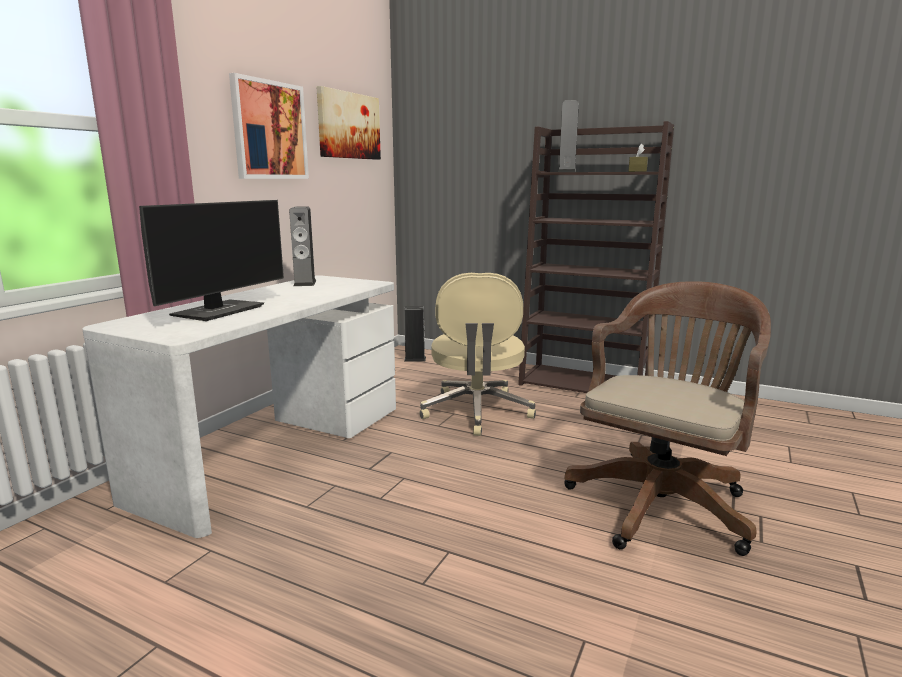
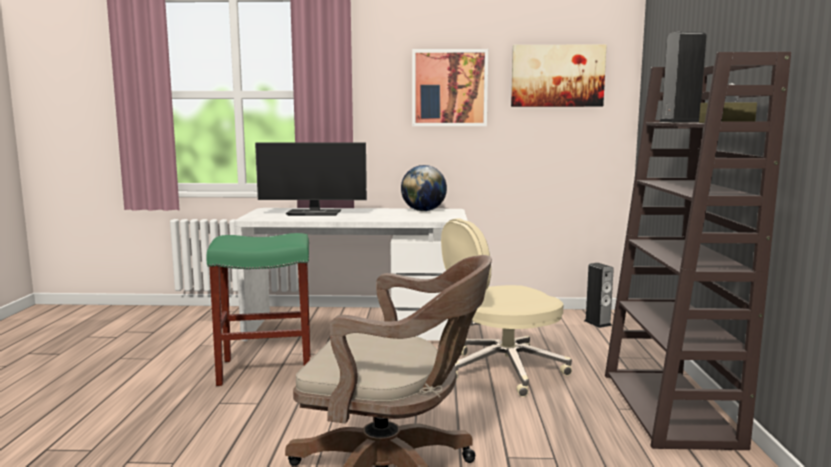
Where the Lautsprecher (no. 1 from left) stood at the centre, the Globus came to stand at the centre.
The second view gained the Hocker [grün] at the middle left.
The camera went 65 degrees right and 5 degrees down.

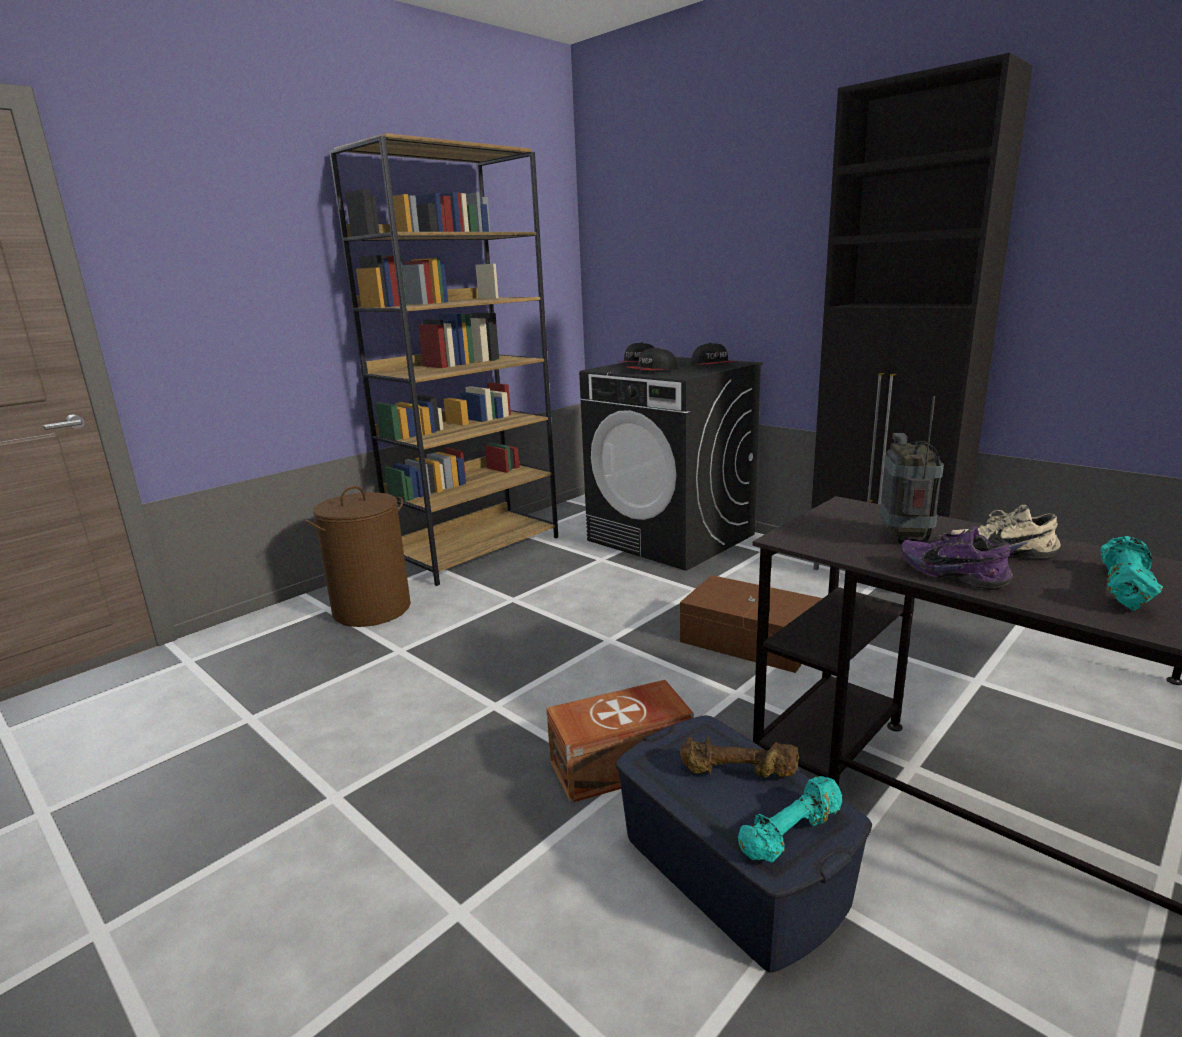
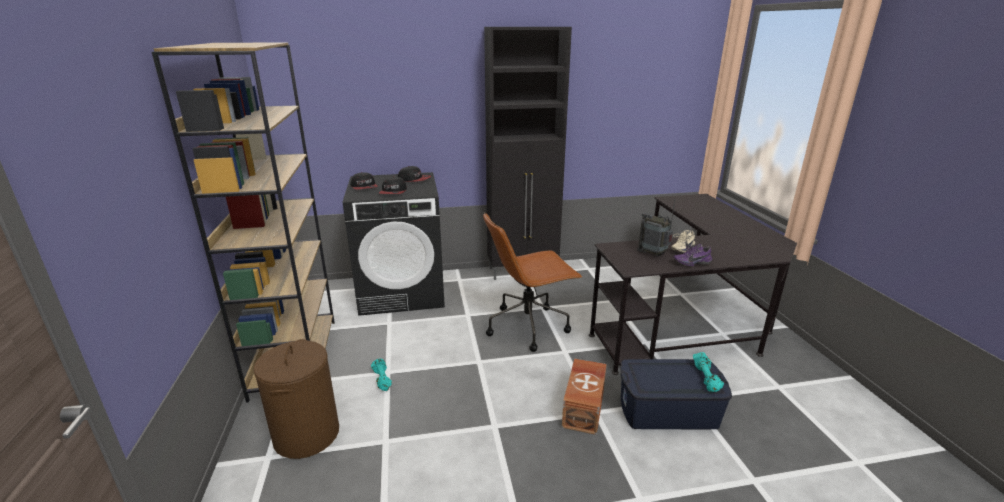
The Hantel [türkis] (no. 2 from left in the first image) ended up elsewhere, having gone from the middle right to the bottom centre.
Where the Aufbewahrungsbox [braun] (no. 2 from left) stood at the centre, the Bürostuhl [braun] came to stand at the centre.
The second view lost the Hantel [braun] at the bottom centre.
The camera went 55 degrees left and 5 degrees up.

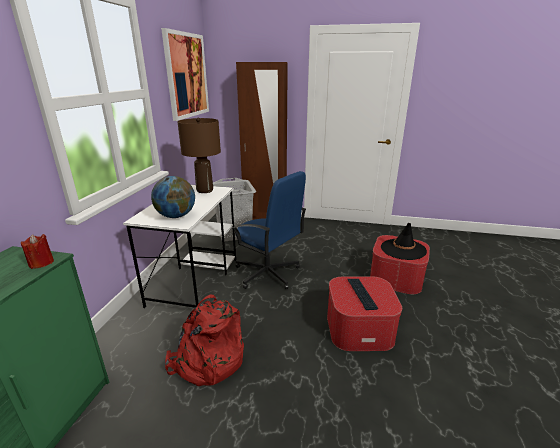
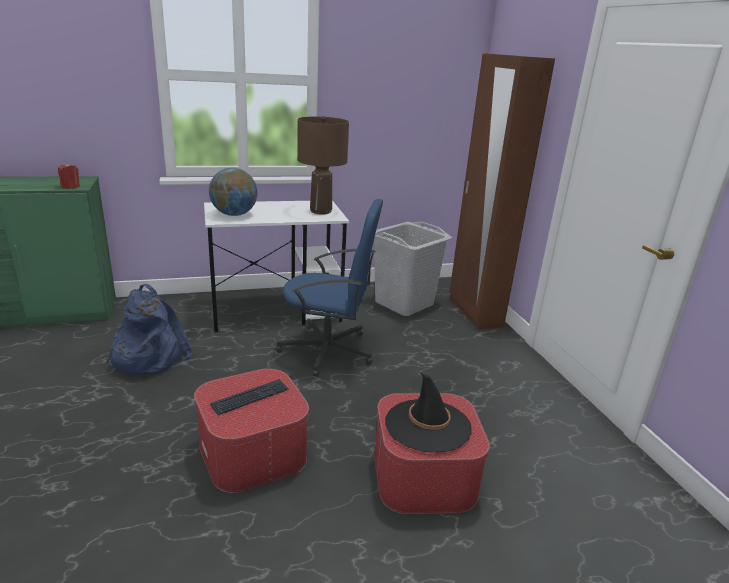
The second view lost the Bild at the top left.
The Bürostuhl [blau] at the centre ended up facing another way, 90 degrees counterclockwise from before.
What was the Rucksack [rot] at the bottom centre turned into the Rucksack [blau] at the middle left.
The camera went 60 degrees right and 0 degrees up.

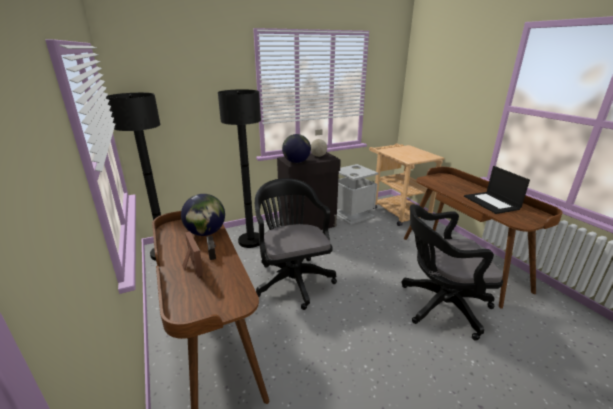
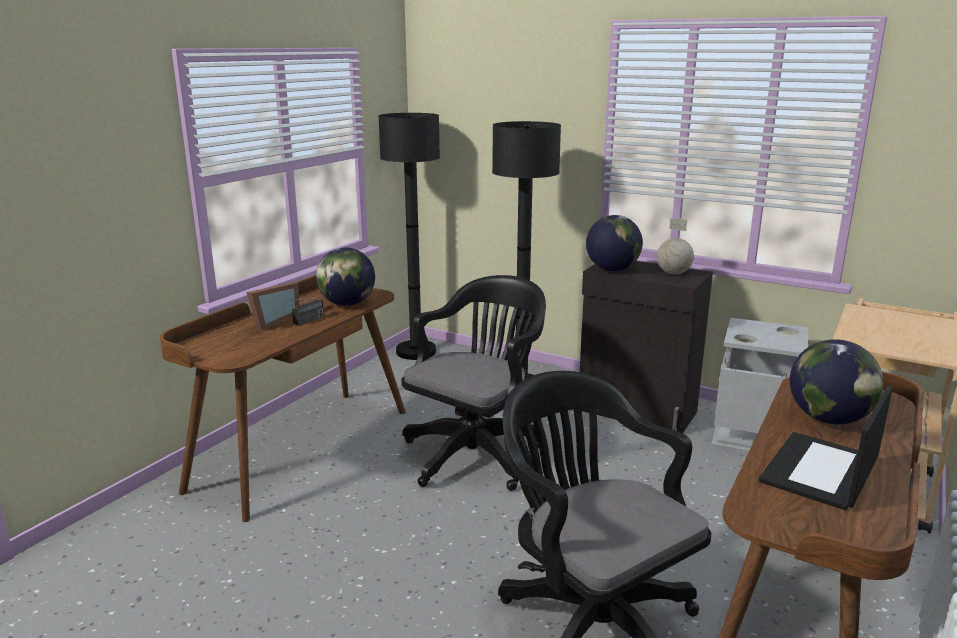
The second view gained the Globus (no. 4 from left) at the middle right.
The camera went 55 degrees right and 5 degrees down.

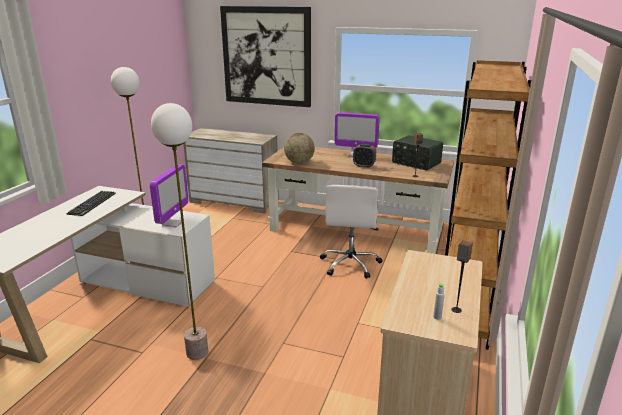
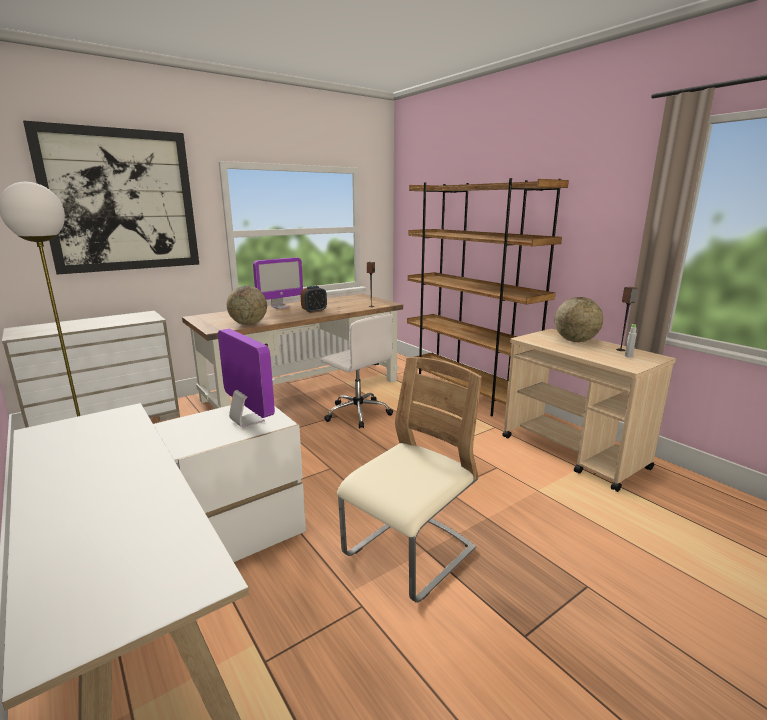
Where the Stehlampe (no. 2 from left) stood at the middle left, the Stuhl [beige] came to stand at the bottom centre.
The second view lost the Radio at the middle right.
The second view lost the Tastatur at the middle left.
The second view gained the Globus (no. 2 from left) at the middle right.
The camera went 55 degrees left and 5 degrees down.

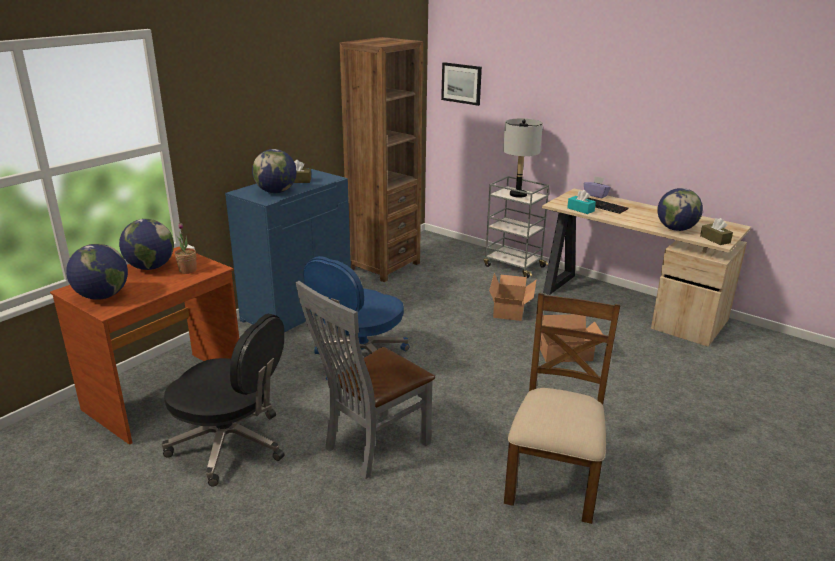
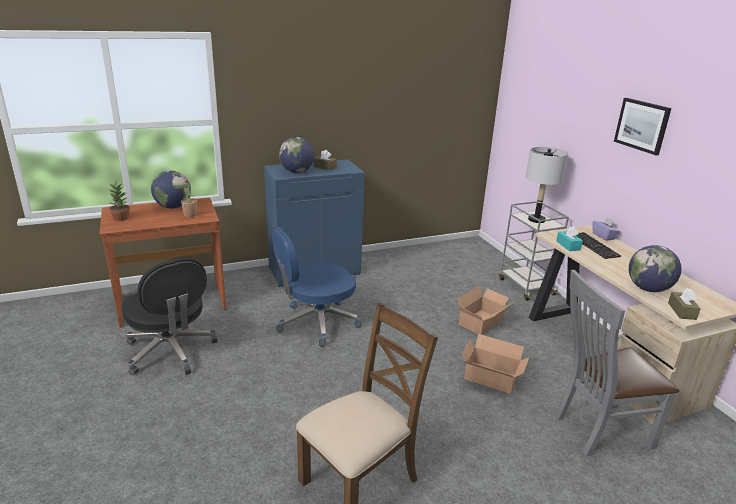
The second view lost the Bücherregal [braun] at the top centre.
The Bild ended up elsewhere, having gone from the top centre to the top right.
Where the Globus (no. 1 from left) stood at the middle left, the Topfpflanze (no. 1 from left) came to stand at the middle left.
The Stuhl [grau] ended up elsewhere, having gone from the bottom centre to the bottom right.
The camera went 30 degrees right and 0 degrees up.

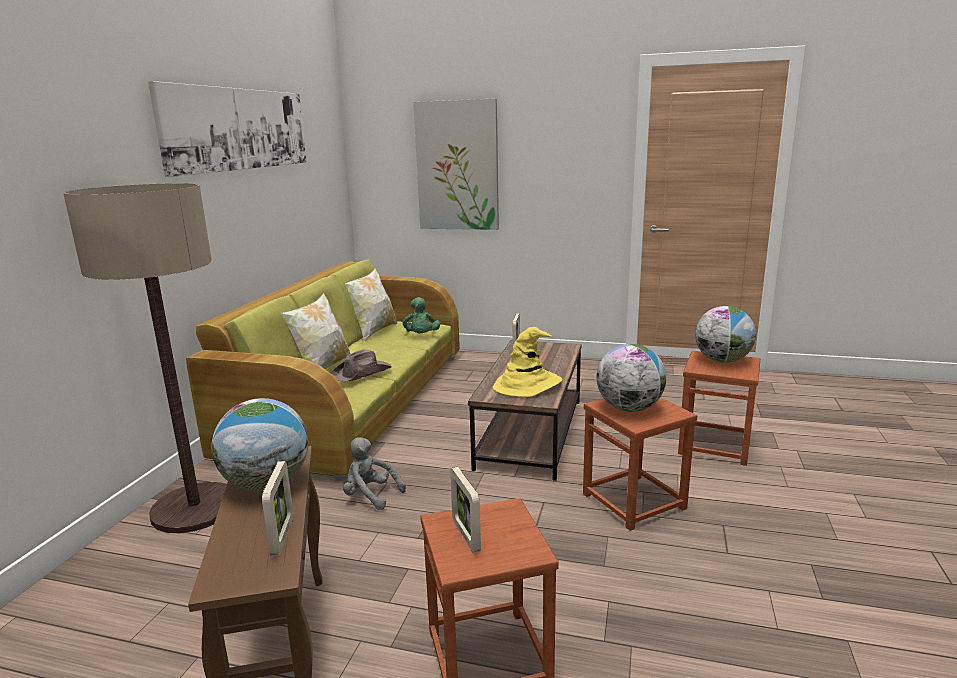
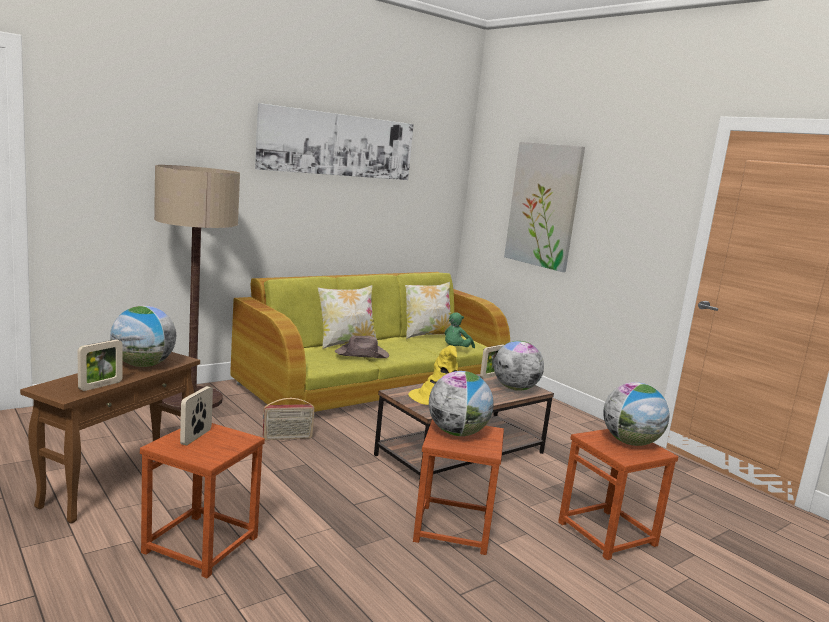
Where the Plüschtier [grau] stood at the bottom centre, the Radio came to stand at the bottom centre.
The second view gained the Globus (no. 3 from left) at the centre.
The camera went 35 degrees right and 5 degrees down.

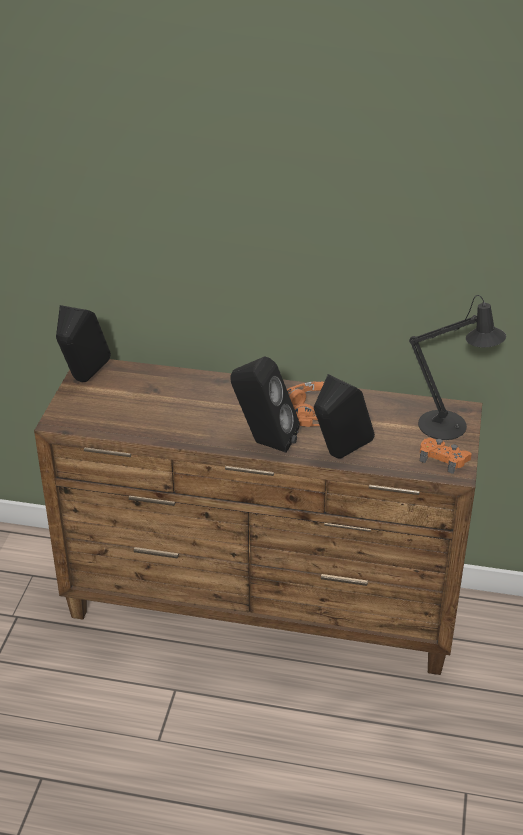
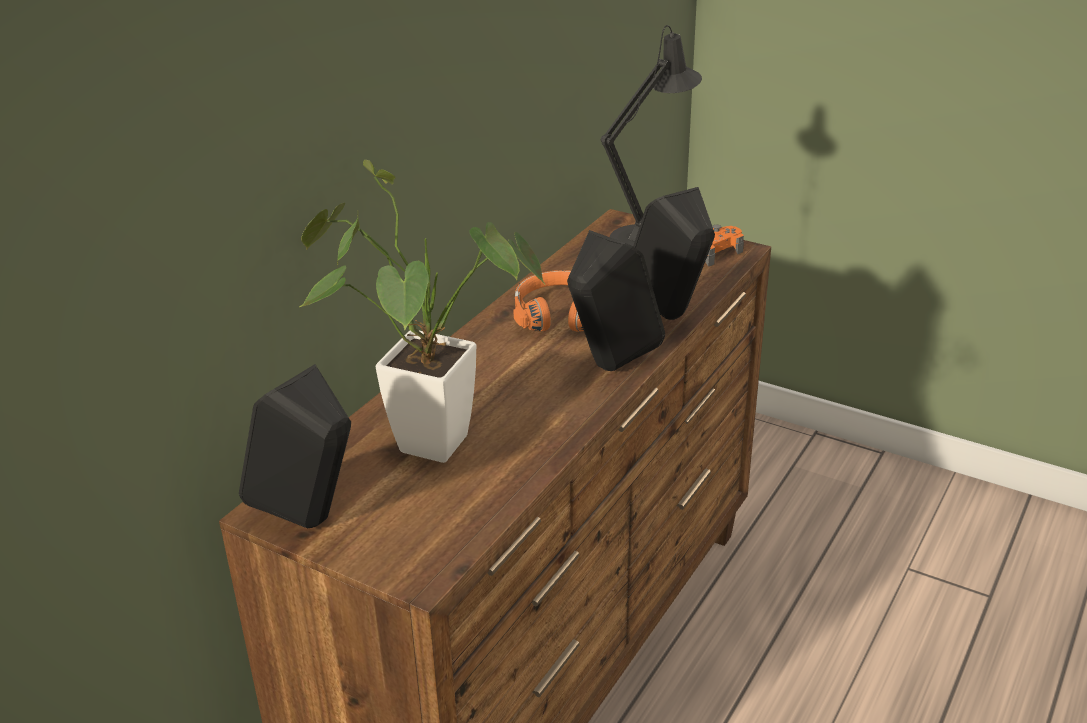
The second view gained the Topfpflanze at the centre.
The camera went 70 degrees left and 5 degrees down.

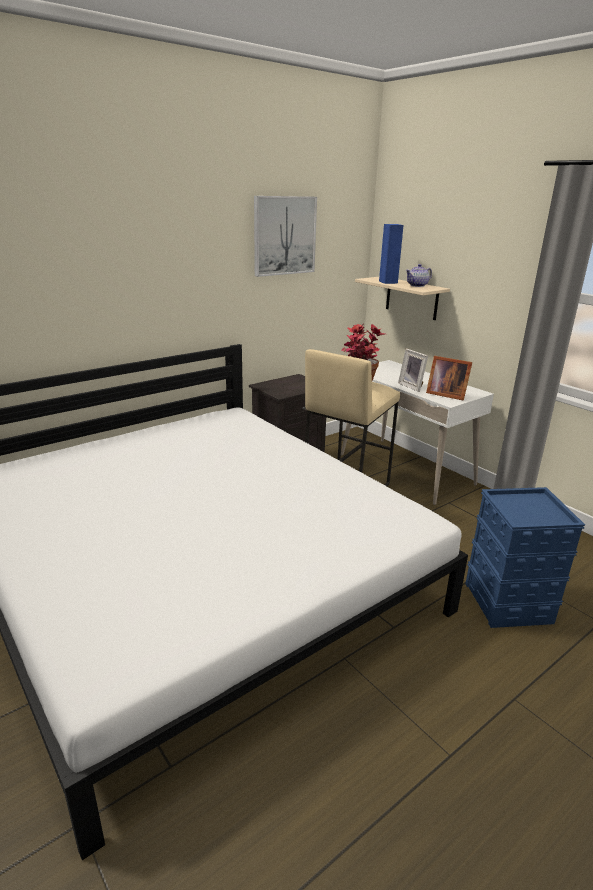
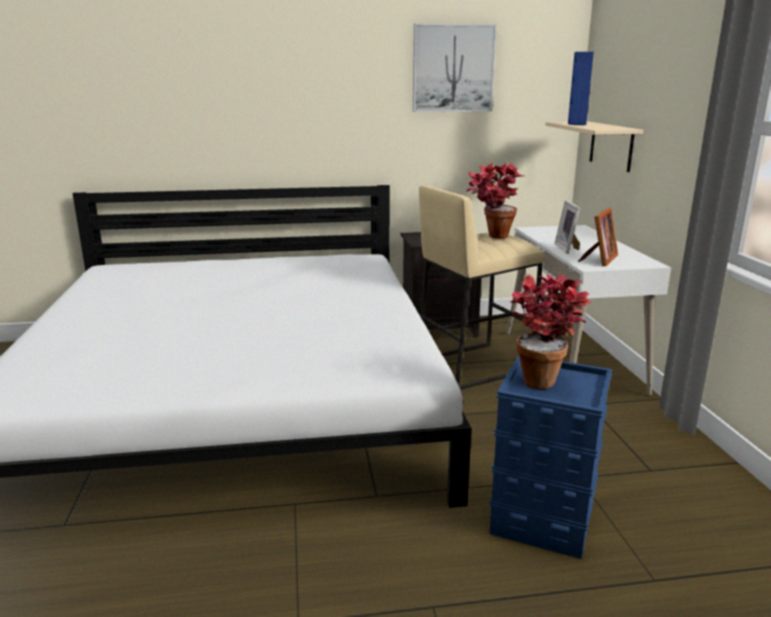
The second view lost the Teekanne at the top right.
The Bilderrahmen (no. 2 from left) at the middle right ended up facing another way, 120 degrees counterclockwise from before.
The second view gained the Topfpflanze (no. 2 from left) at the middle right.
The camera went 30 degrees right and 5 degrees down.

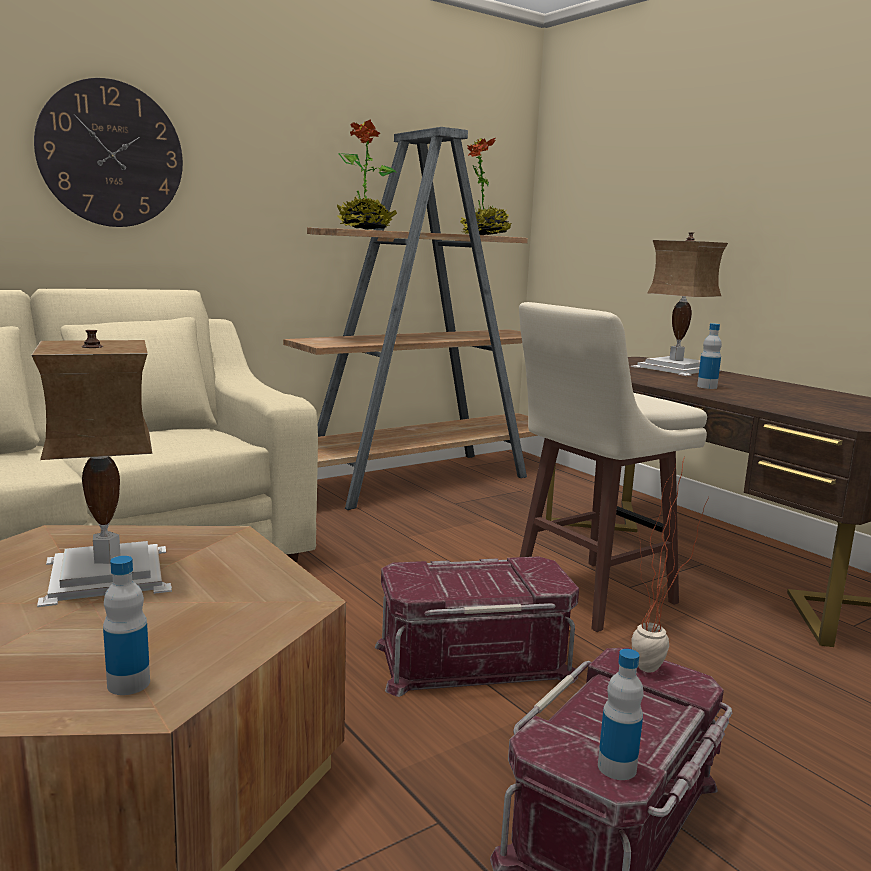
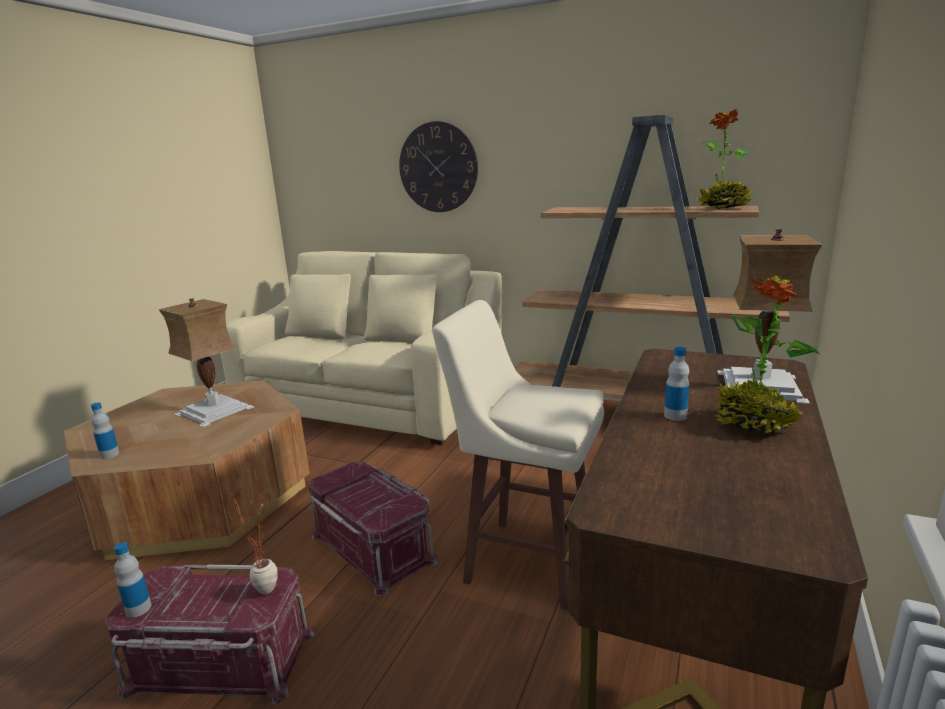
The Topfpflanze (no. 1 from left in the first image) ended up elsewhere, having gone from the top centre to the middle right.
The camera went 60 degrees right and 5 degrees up.

